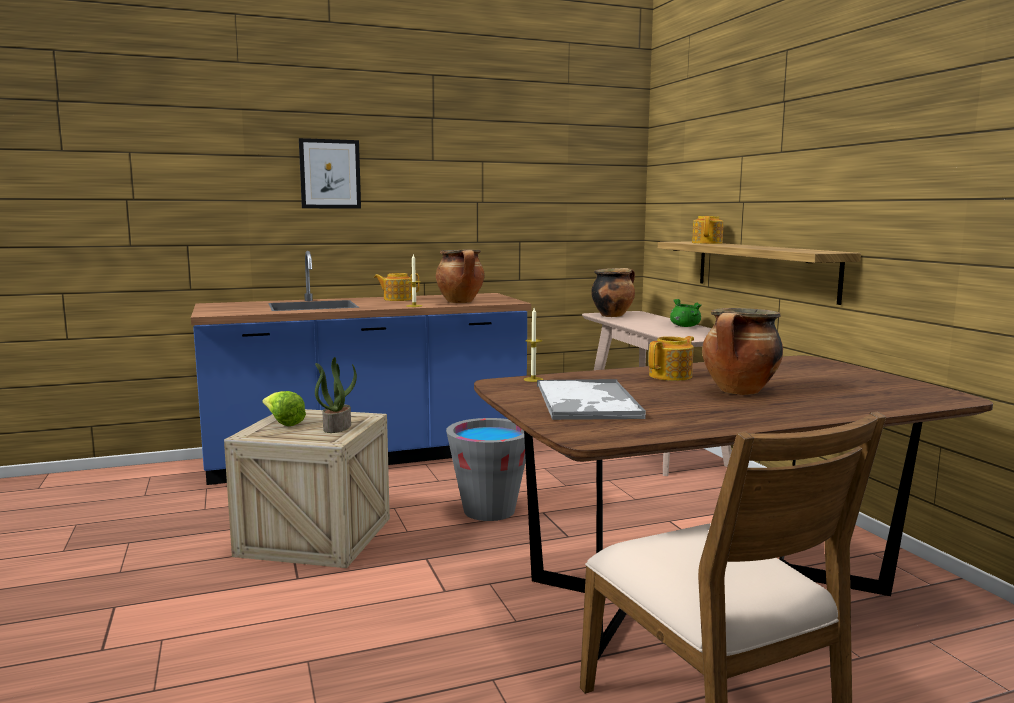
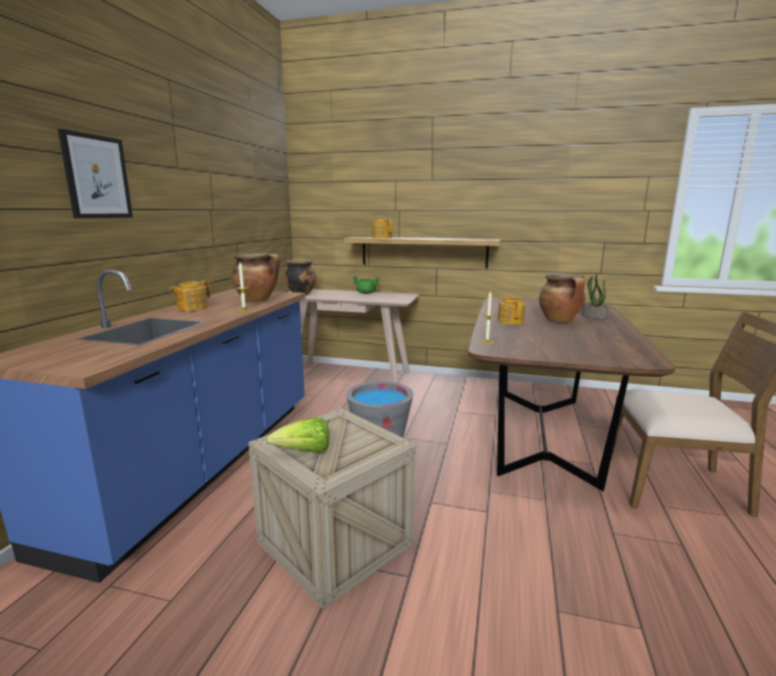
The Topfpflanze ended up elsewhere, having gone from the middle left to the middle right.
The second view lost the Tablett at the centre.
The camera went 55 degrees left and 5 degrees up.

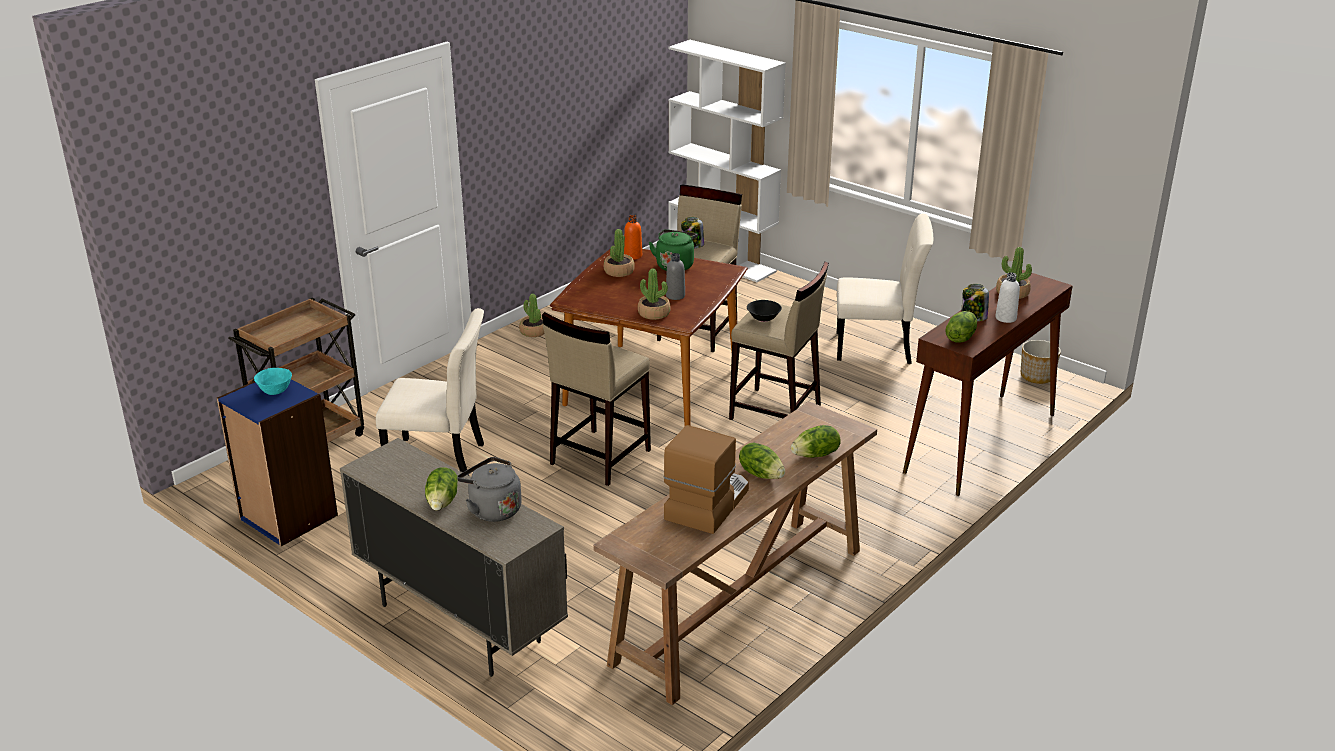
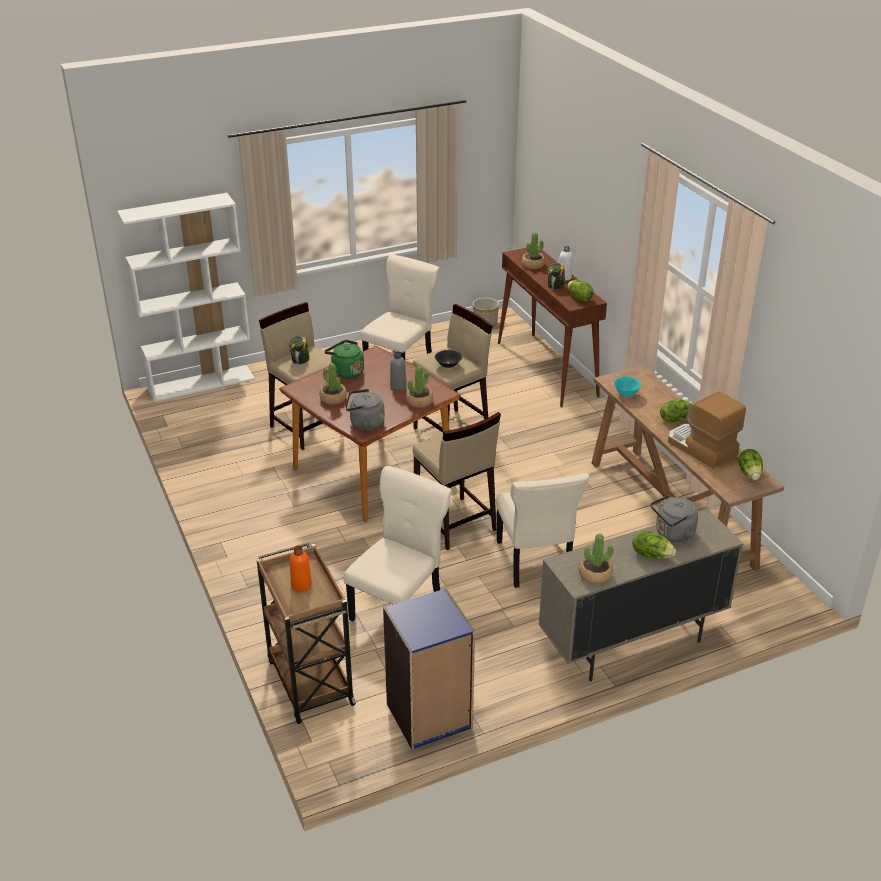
The Flasche [orange] ended up elsewhere, having gone from the top centre to the centre.
The Topfpflanze (no. 1 from left in the first image) ended up elsewhere, having gone from the centre to the middle right.
The Schüssel [türkis] ended up elsewhere, having gone from the middle left to the middle right.
The Salatkopf (no. 3 from left in the first image) ended up elsewhere, having gone from the centre to the middle right.
The second view gained the Wasserkessel [grau] (no. 1 from left) at the centre.
The second view gained the Stuhl [beige] (no. 3 from left) at the centre.
The camera went 65 degrees left and 5 degrees up.

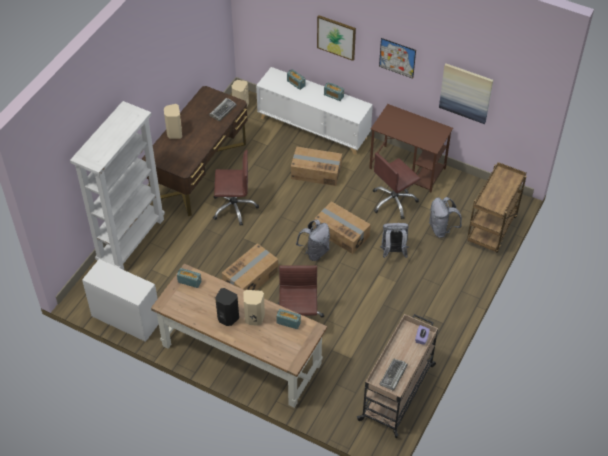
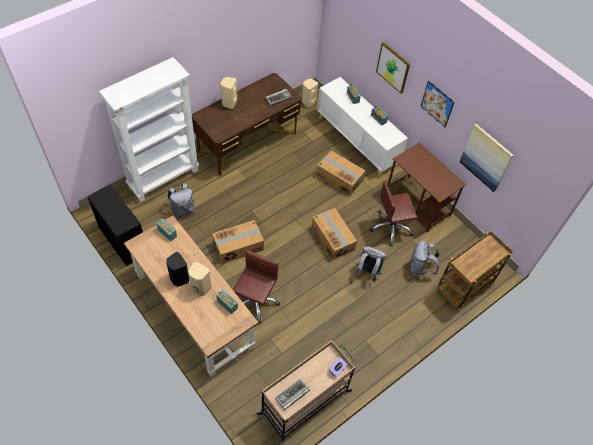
The second view lost the Bürostuhl [braun] (no. 1 from left) at the centre.
The Rucksack [grau] (no. 1 from left) ended up elsewhere, having gone from the centre to the middle left.
What was the Kommode [weiß] at the middle left turned into the Kommode [schwarz] at the middle left.
The camera went 20 degrees right and 5 degrees up.

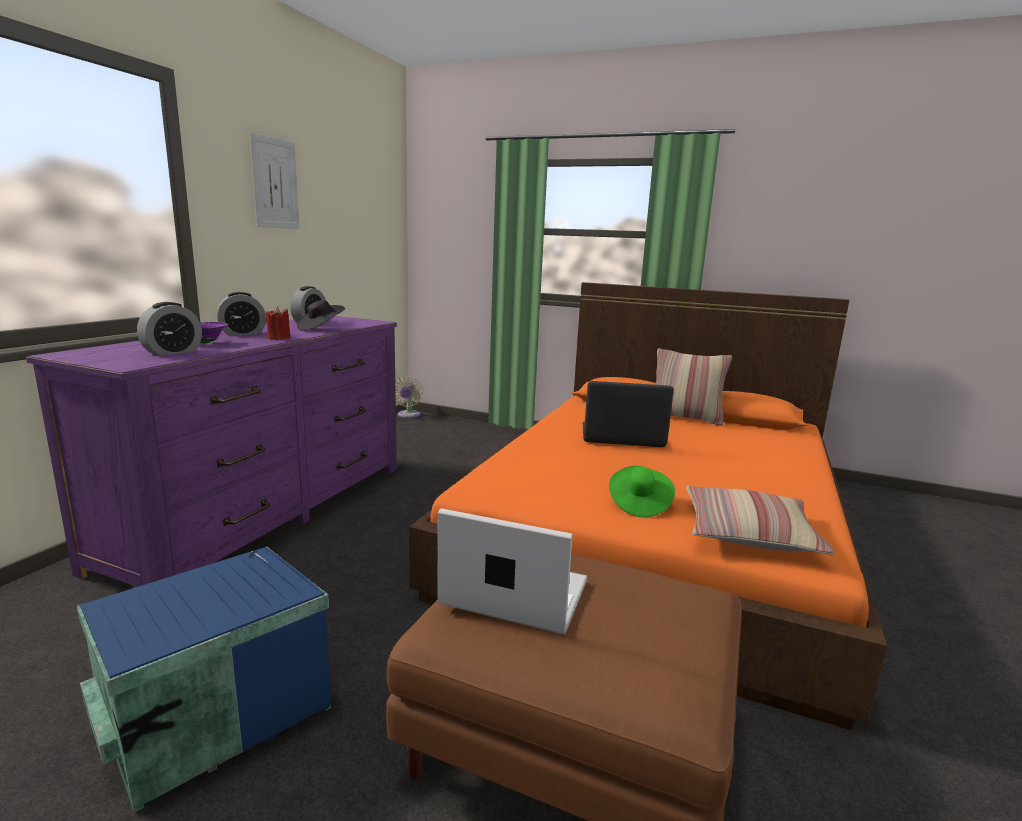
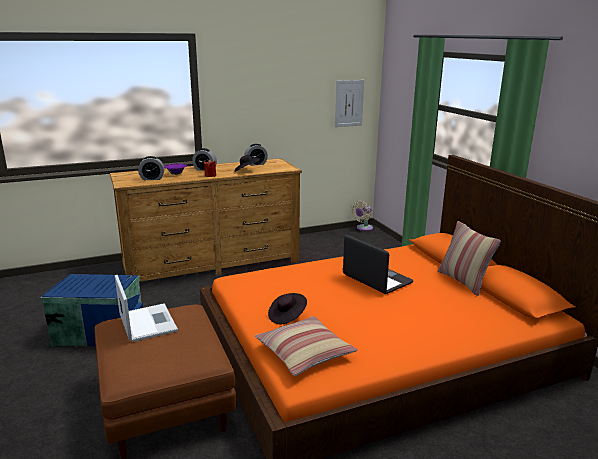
The Bild ended up elsewhere, having gone from the top left to the top centre.
What was the Kommode [lila] at the middle left turned into the Kommode [braun] at the centre.
What was the Hut [grün] at the centre turned into the Hut [schwarz] (no. 2 from left) at the bottom centre.
The camera went 45 degrees right and 5 degrees up.

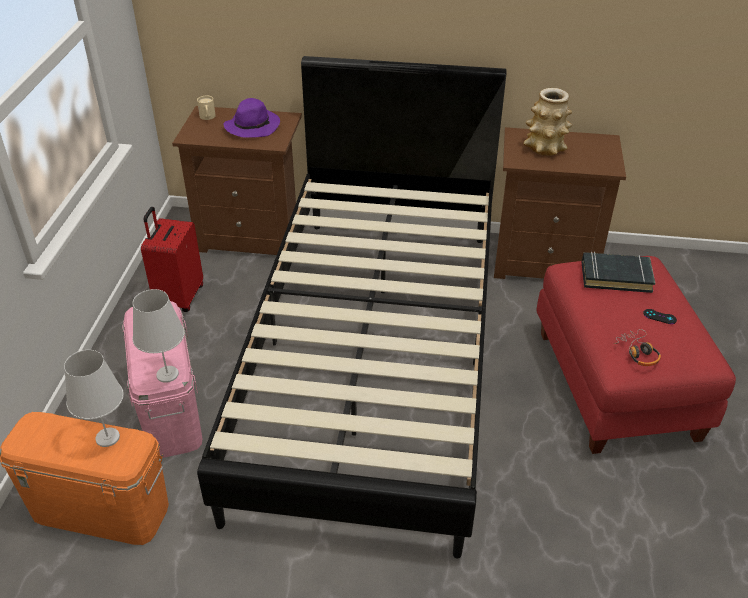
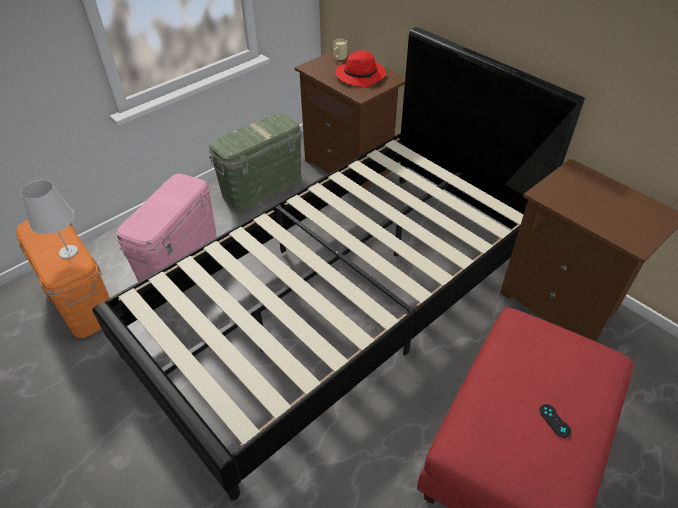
The second view lost the Vase at the top right.
What was the Hut [lila] at the top centre turned into the Hut [rot] at the top centre.
Where the Koffer [rot] stood at the middle left, the Aufbewahrungsbox [grün] came to stand at the top centre.
The second view lost the Buch [schwarz] at the middle right.
The second view lost the Tischlampe [weiß] (no. 2 from left) at the middle left.
The second view lost the Kopfhörer at the middle right.
The camera went 40 degrees right and 5 degrees up.

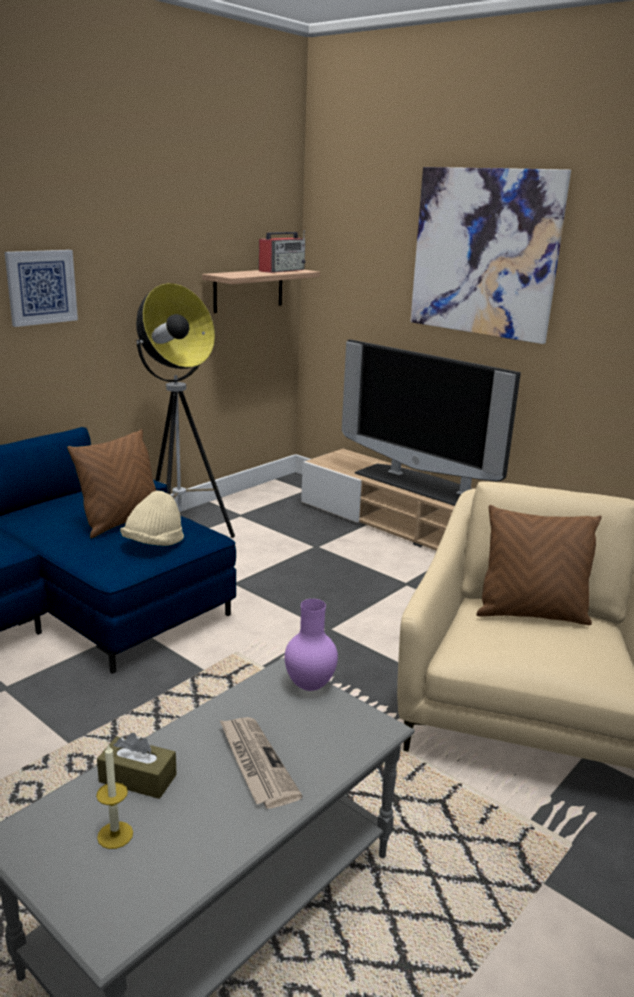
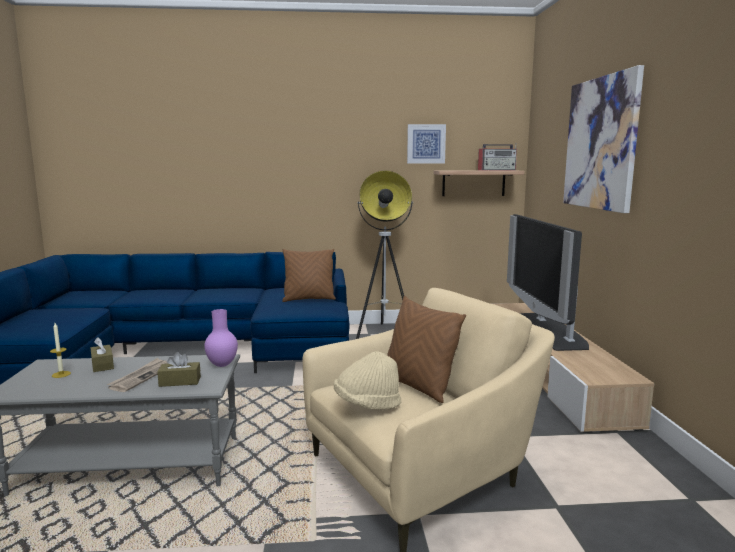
The Bild (no. 1 from left) ended up elsewhere, having gone from the top left to the top centre.
The Hut [beige] ended up elsewhere, having gone from the middle left to the bottom centre.
The second view gained the Taschentuchbox [braun] (no. 2 from left) at the bottom left.
The camera went 45 degrees right and 10 degrees down.

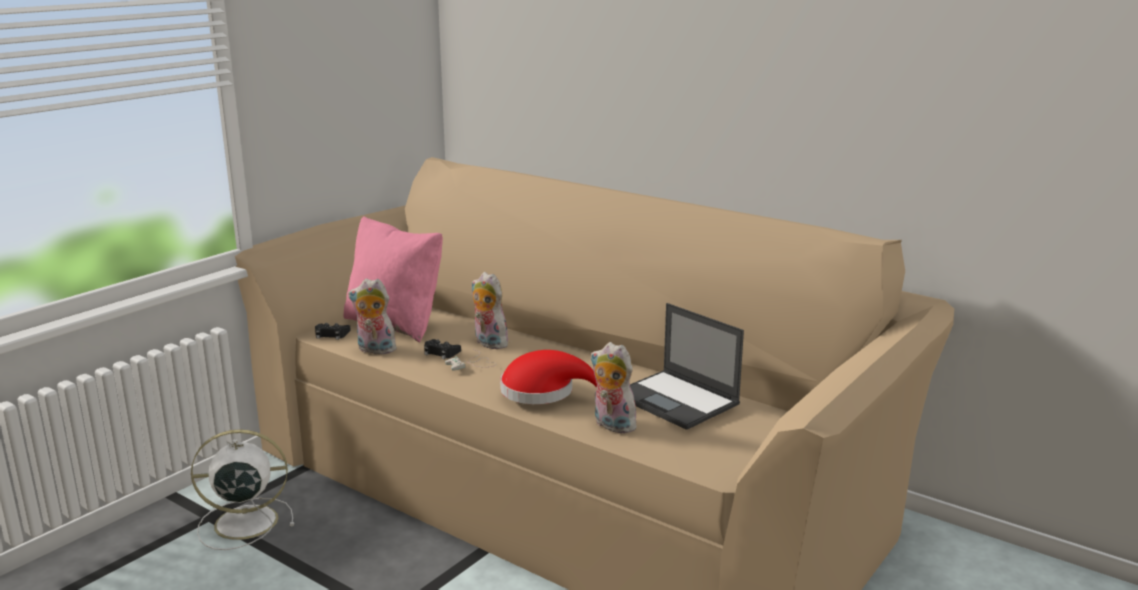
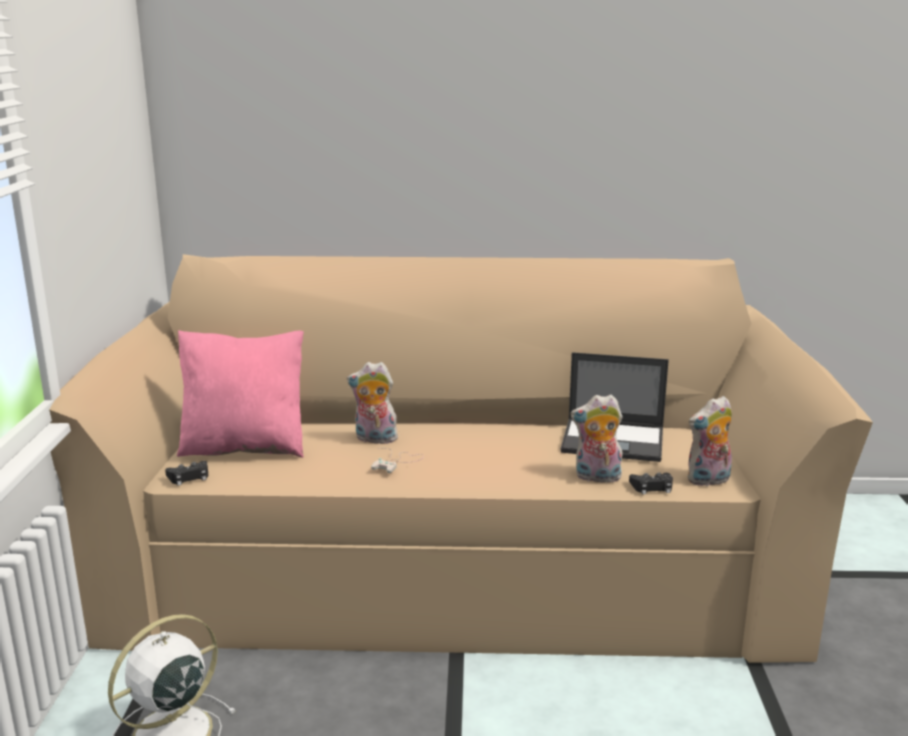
The Plüschtier (no. 1 from left in the first image) ended up elsewhere, having gone from the middle left to the middle right.
The Gamepad [schwarz] (no. 2 from left) ended up elsewhere, having gone from the centre to the middle right.
The second view lost the Hut [rot] at the centre.
The camera went 35 degrees left and 0 degrees up.

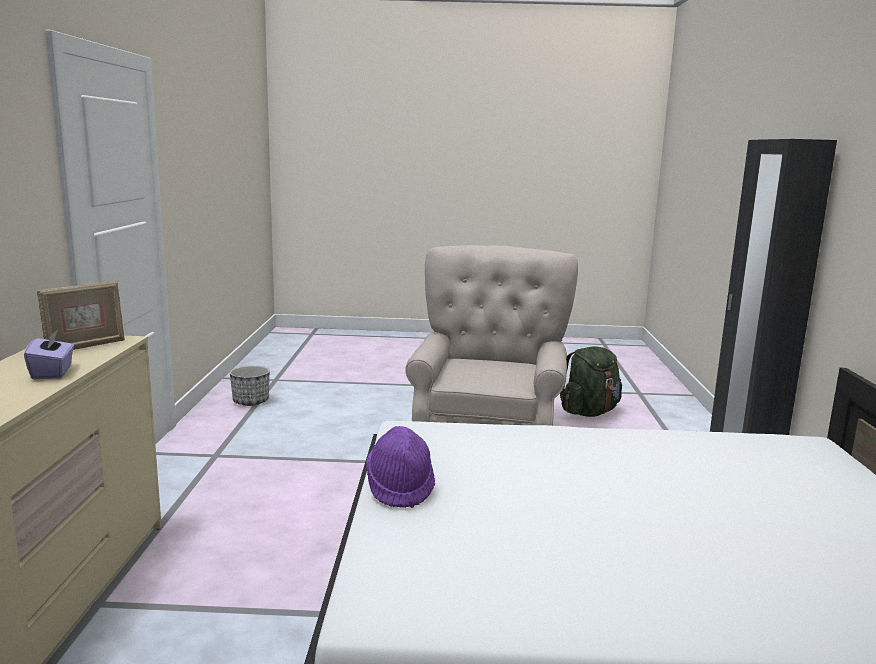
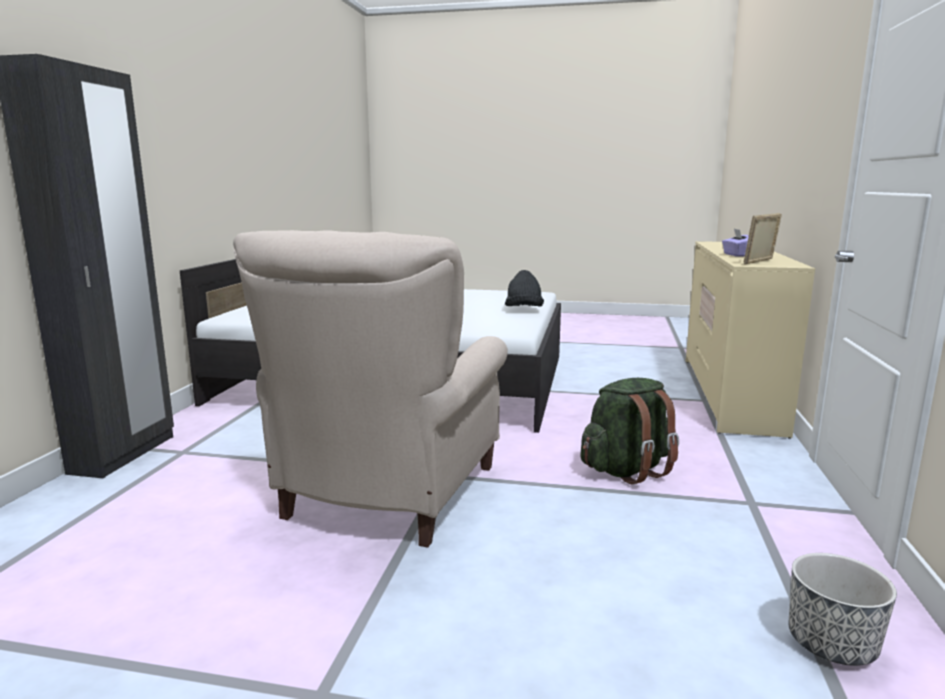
The Rucksack [grün] ended up elsewhere, having gone from the middle right to the centre.
What was the Hut [lila] at the bottom centre turned into the Hut [schwarz] at the centre.
The camera went 170 degrees left and 0 degrees up.

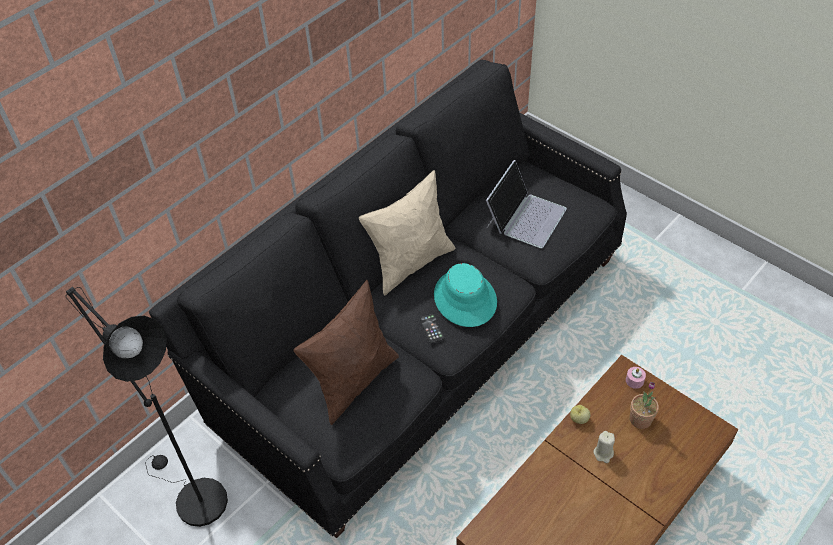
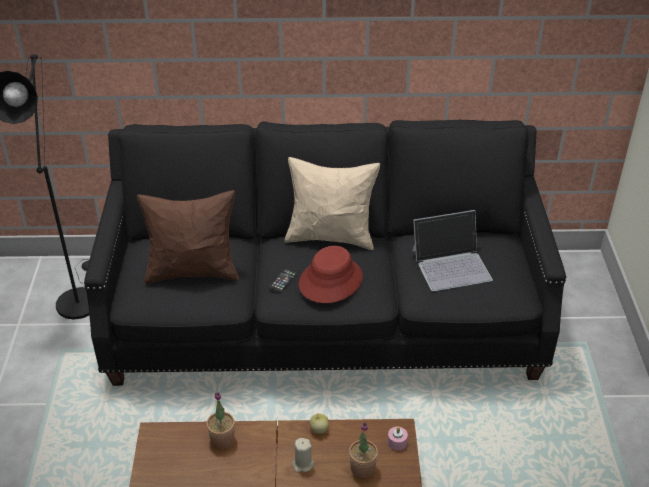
What was the Hut [türkis] at the centre turned into the Hut [rot] at the centre.
The second view gained the Topfpflanze (no. 1 from left) at the bottom centre.
The camera went 45 degrees right and 10 degrees down.

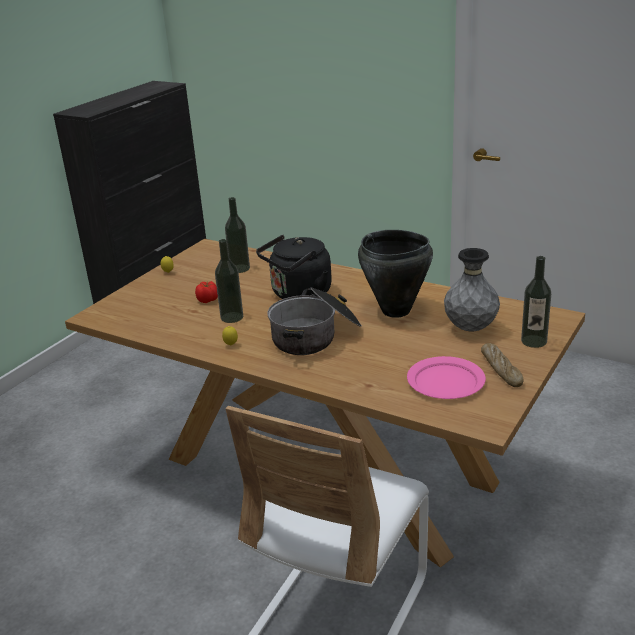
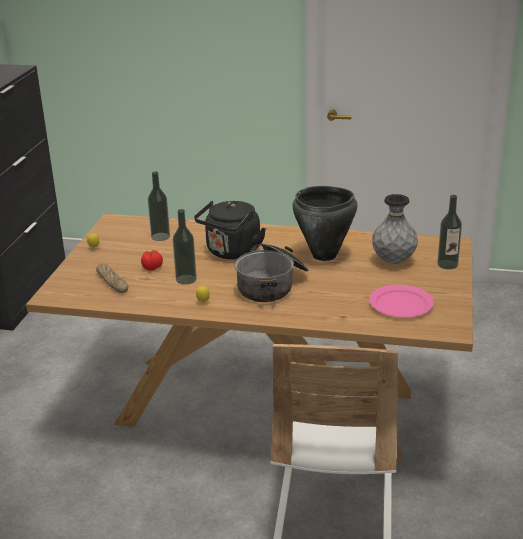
The Brot ended up elsewhere, having gone from the middle right to the middle left.
The camera went 20 degrees left and 0 degrees up.

